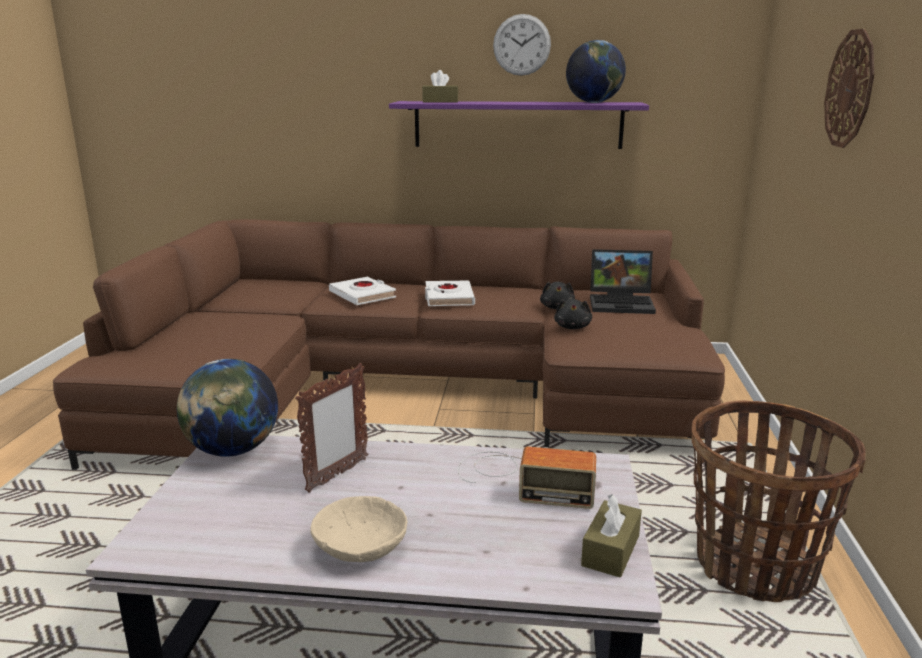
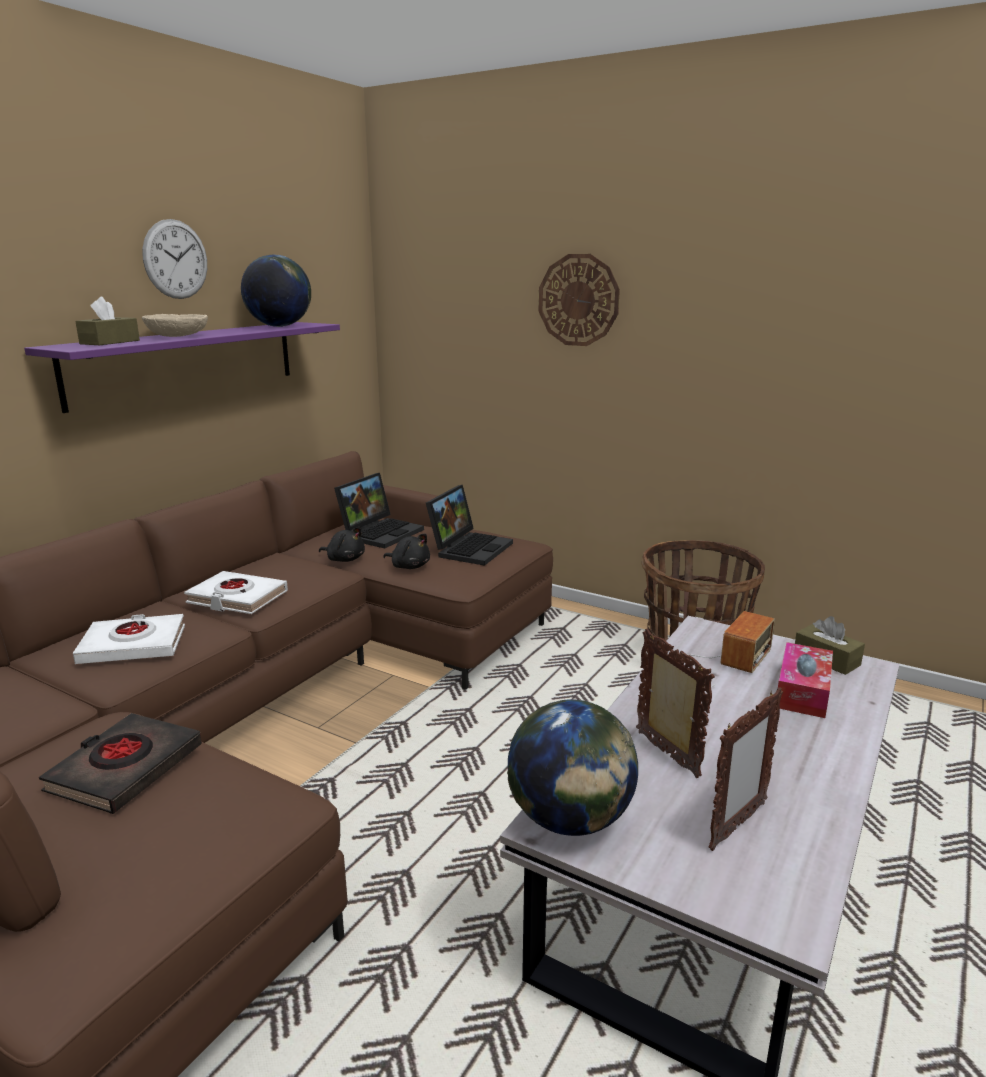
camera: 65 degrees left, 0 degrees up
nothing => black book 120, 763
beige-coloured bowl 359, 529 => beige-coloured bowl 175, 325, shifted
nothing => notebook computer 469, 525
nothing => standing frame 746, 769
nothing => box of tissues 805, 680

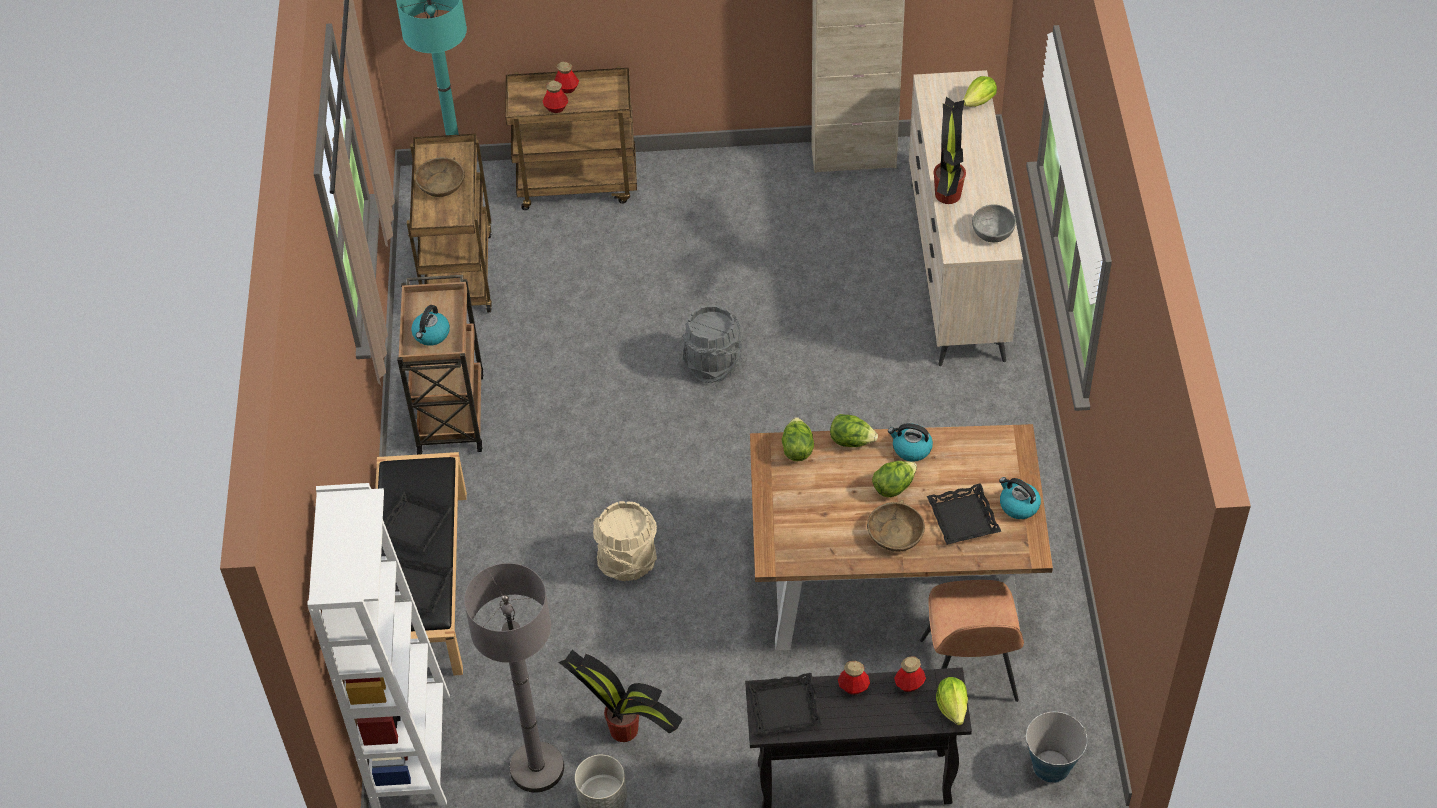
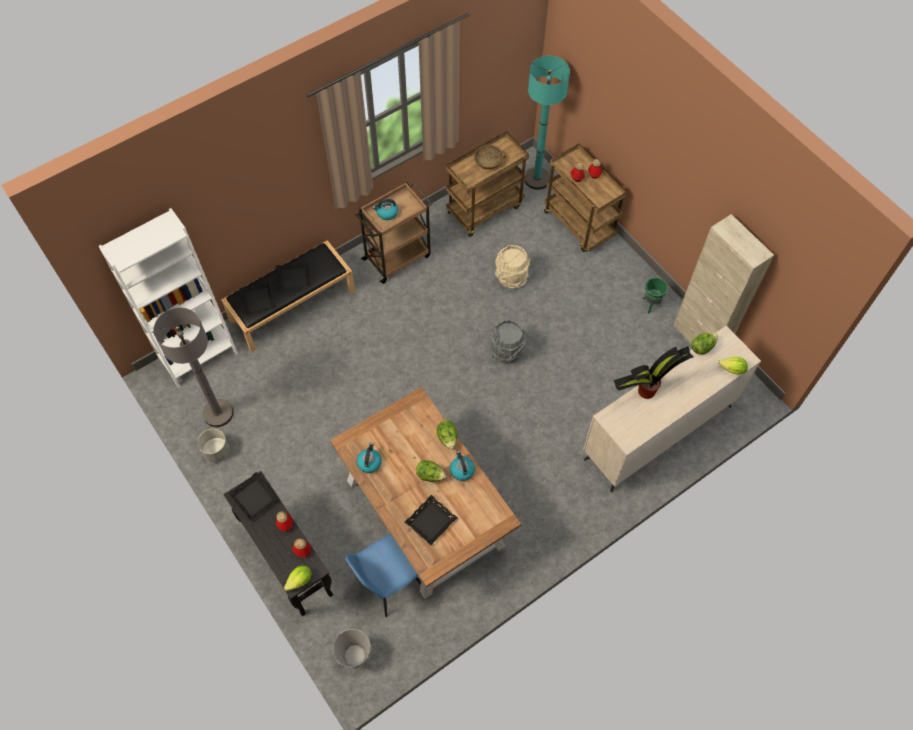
camera: 55 degrees right, 10 degrees up
brown upright chair 972, 641 => blue upright chair 383, 575
kettle 1020, 498 => kettle 369, 458, shifted
beige-coloured bucket 625, 541 => beige-coloured bucket 513, 267, shifted
nothing => greenish flower pot 655, 295
head of lettuce 798, 439 => head of lettuce 704, 344, shifted
potted plant 620, 696 => nothing
brown bowl 896, 526 => nothing
gray bowl 994, 223 => nothing

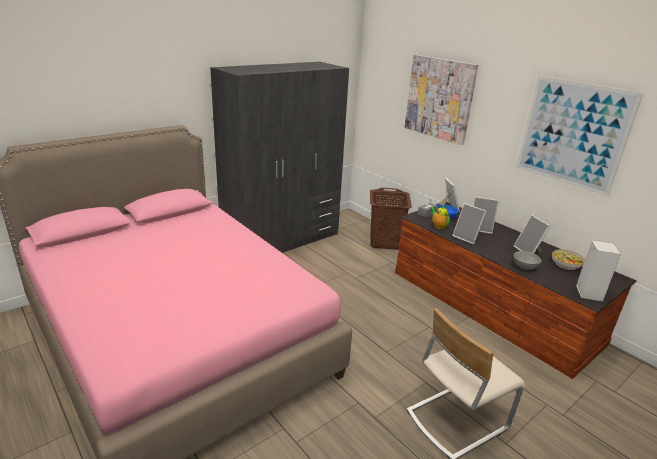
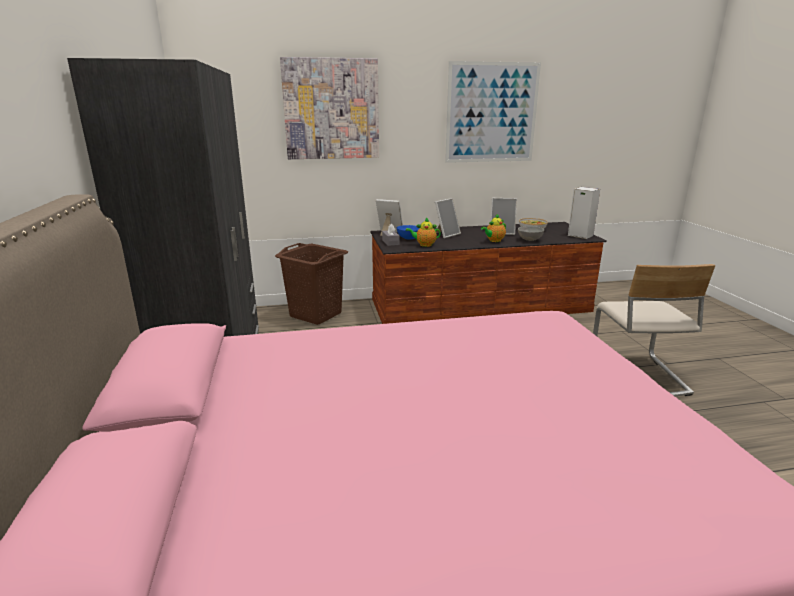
camera: 60 degrees left, 5 degrees down
nothing => pot for tea 493, 228
standing frame 469, 223 => nothing

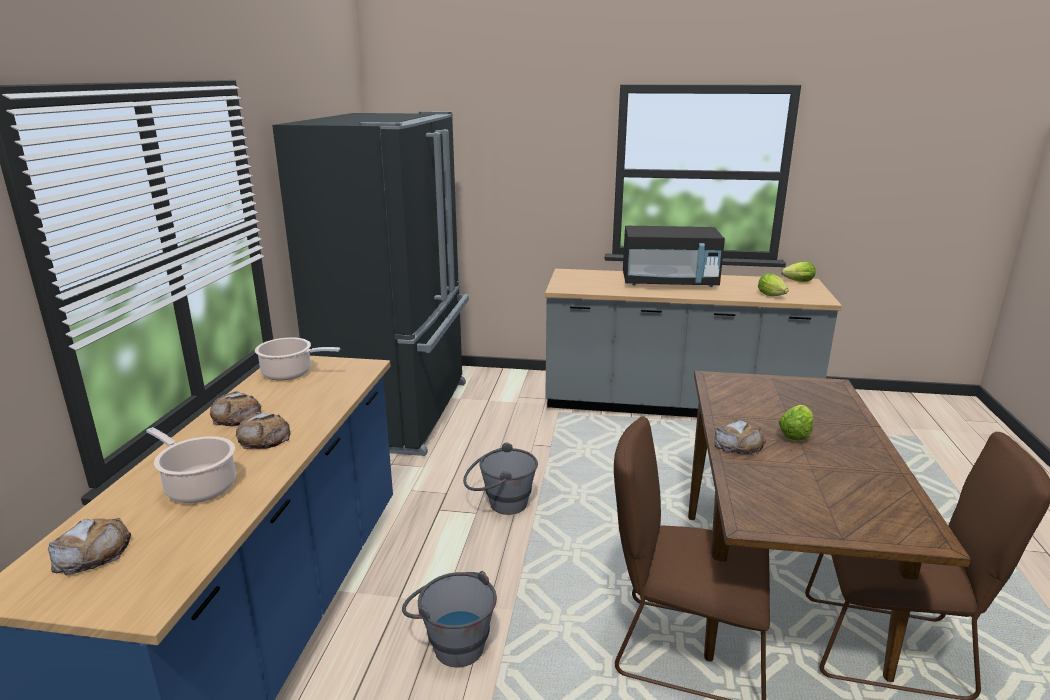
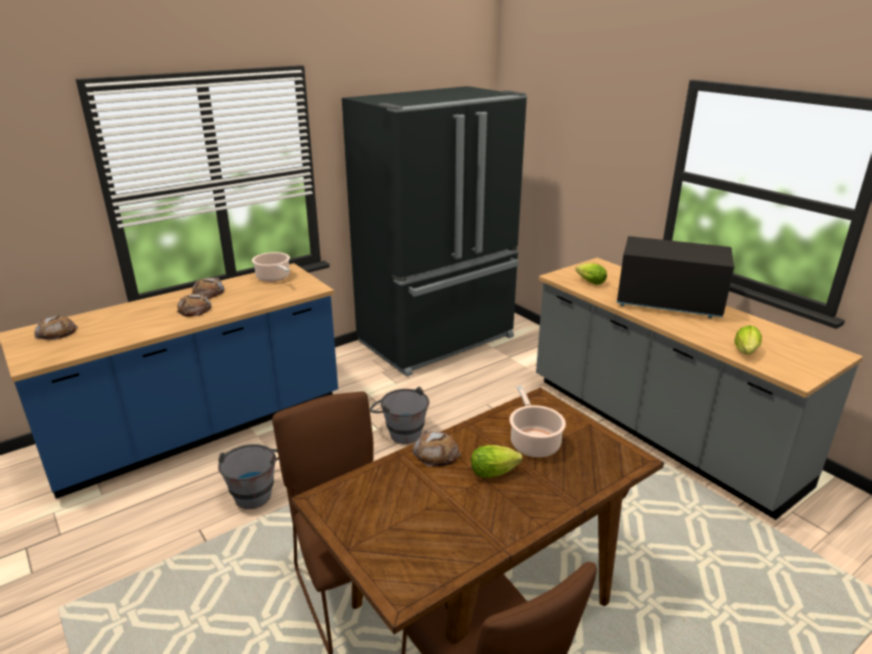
camera: 45 degrees right, 5 degrees up
cooking pot 191, 465 => cooking pot 538, 421, shifted
head of lettuce 798, 272 => head of lettuce 591, 274, shifted
black microwave 674, 256 => black microwave 675, 277, 150 degrees clockwise

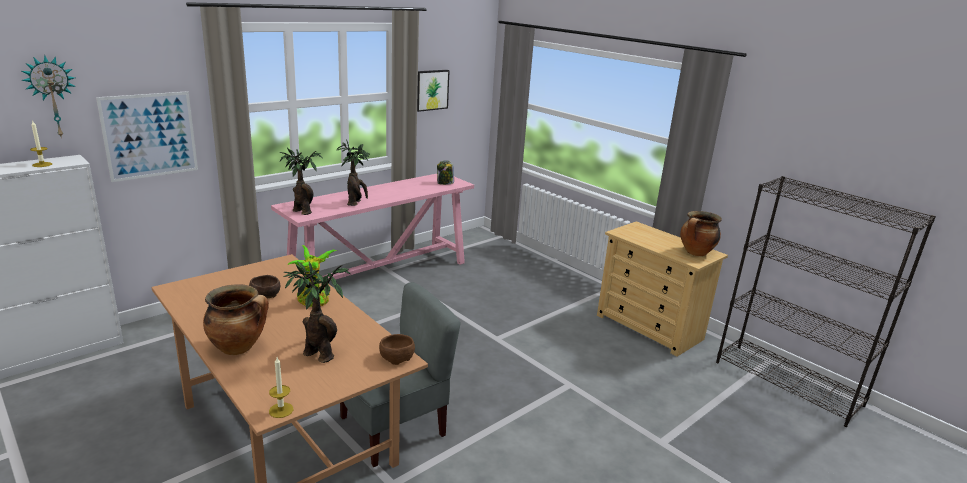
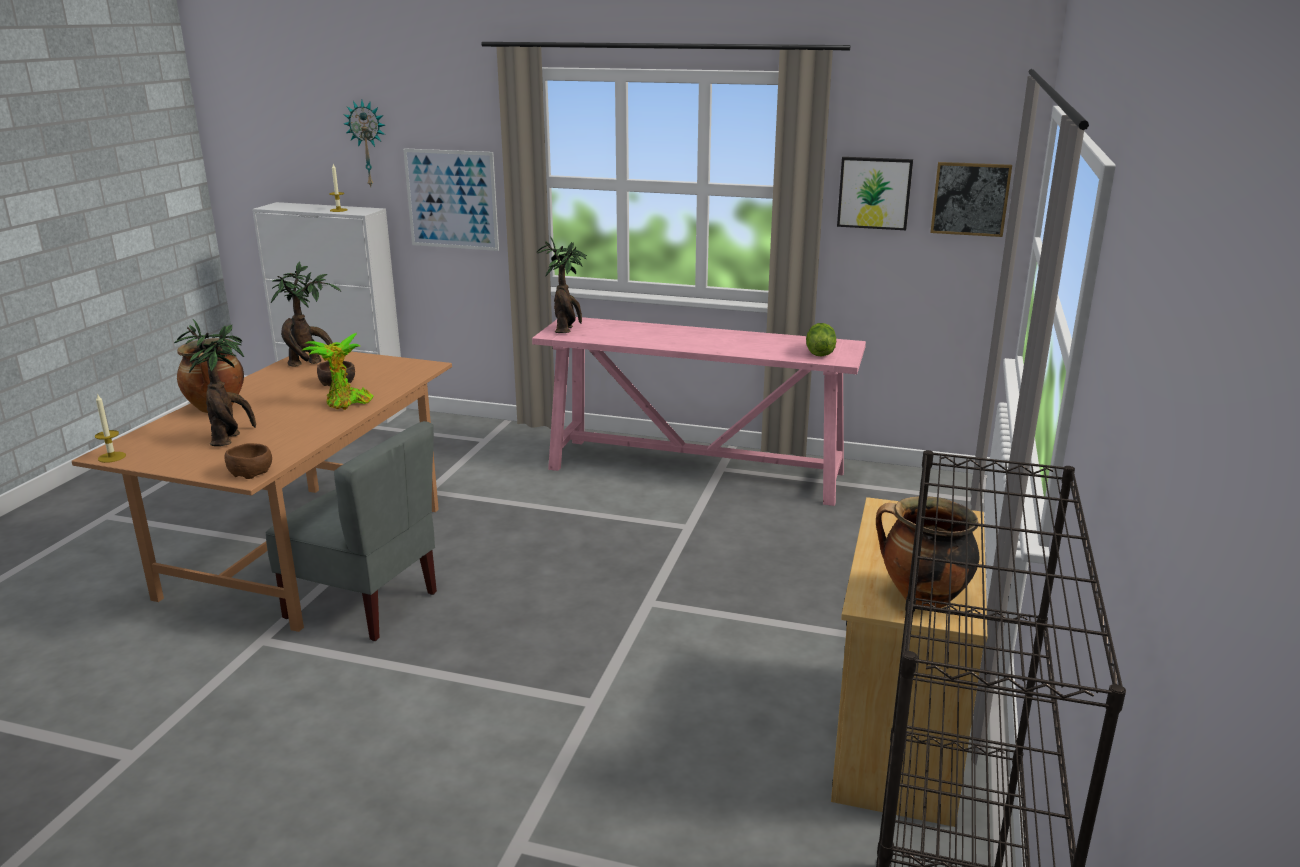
camera: 60 degrees right, 0 degrees up
potted plant 352, 173 => potted plant 306, 314, shifted
jar 445, 173 => head of lettuce 821, 339
nothing => picture 971, 199

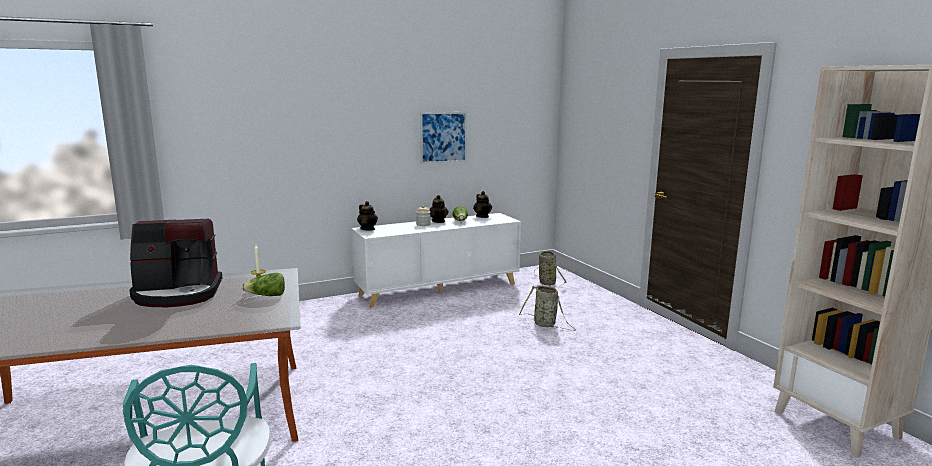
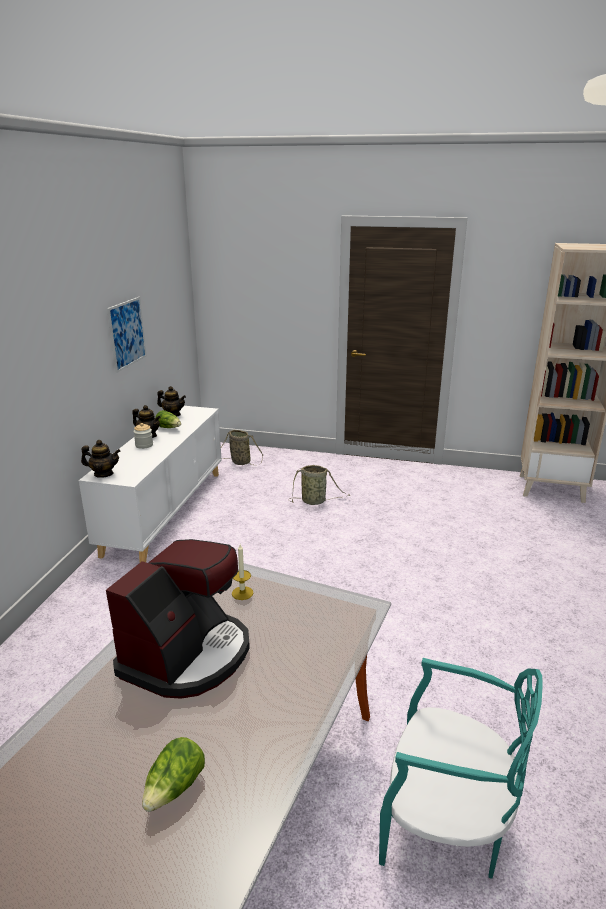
camera: 50 degrees left, 10 degrees up
head of lettuce 263, 284 => head of lettuce 173, 774, shifted

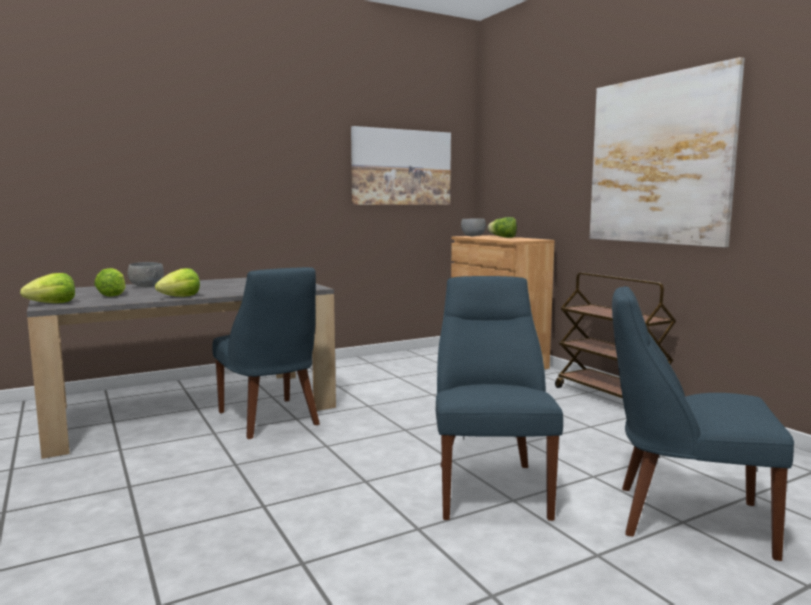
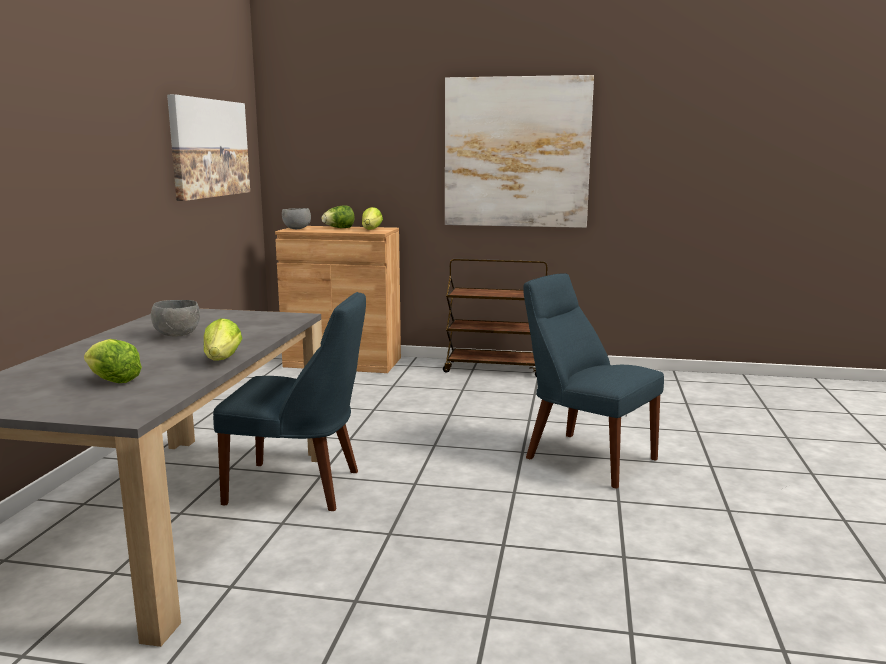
camera: 50 degrees left, 5 degrees up
gray bowl 146, 274 => gray bowl 175, 318, shifted
head of lettuce 47, 288 => head of lettuce 372, 218, shifted
blue upright chair 703, 423 => nothing

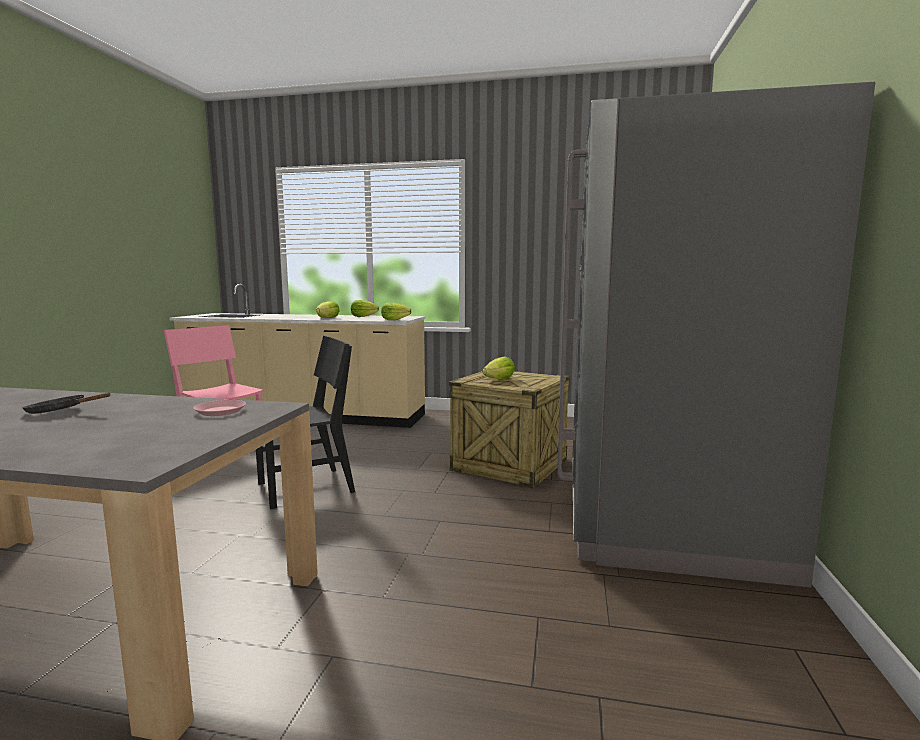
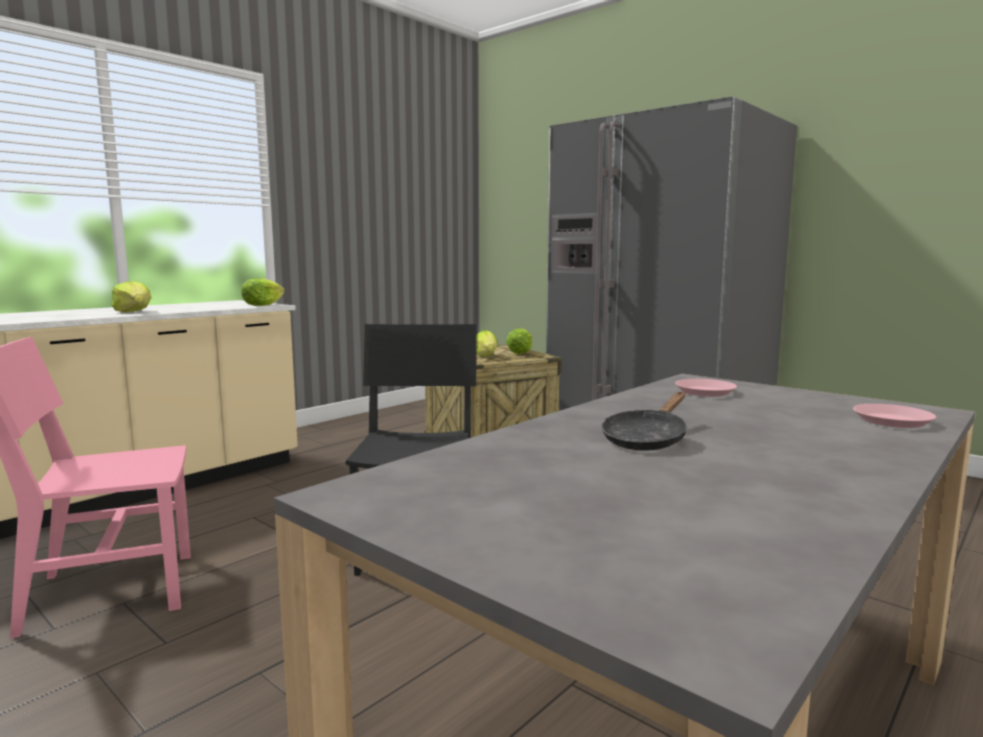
camera: 60 degrees left, 0 degrees up
head of lettuce 365, 308 => head of lettuce 519, 341, shifted
nothing => pink dinner plate 894, 416

